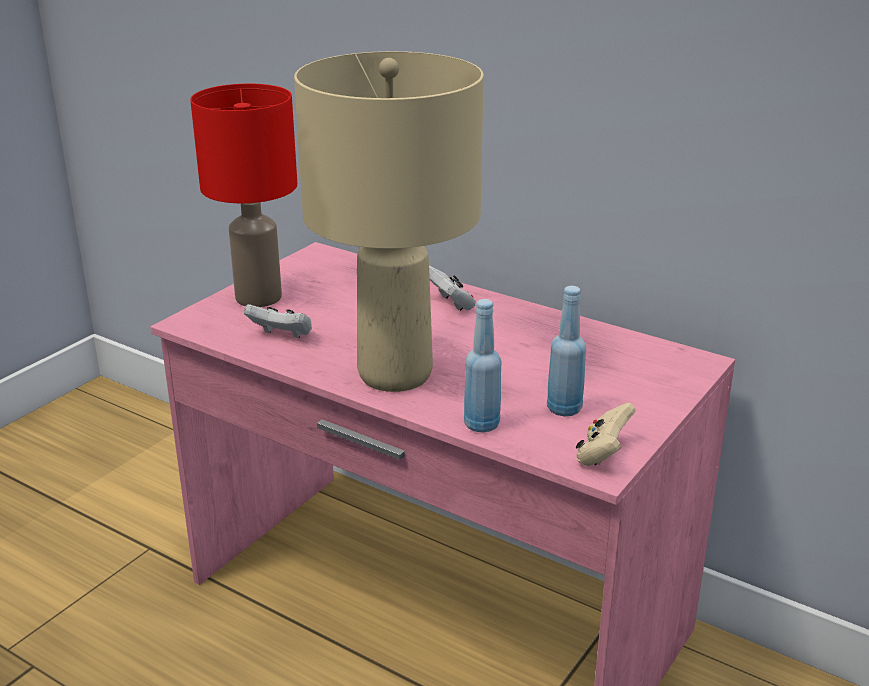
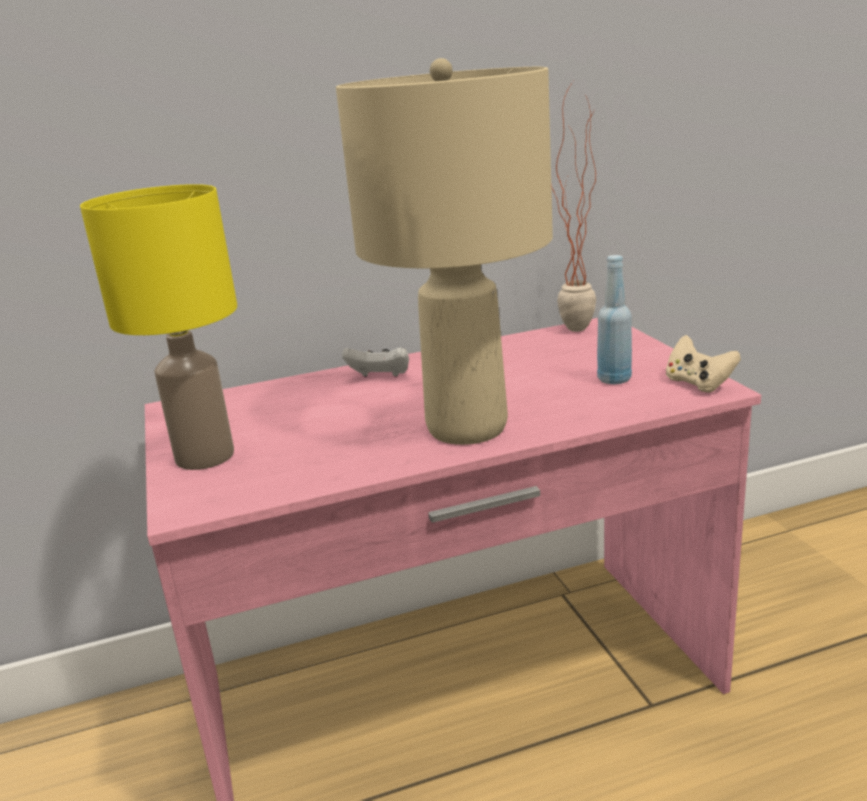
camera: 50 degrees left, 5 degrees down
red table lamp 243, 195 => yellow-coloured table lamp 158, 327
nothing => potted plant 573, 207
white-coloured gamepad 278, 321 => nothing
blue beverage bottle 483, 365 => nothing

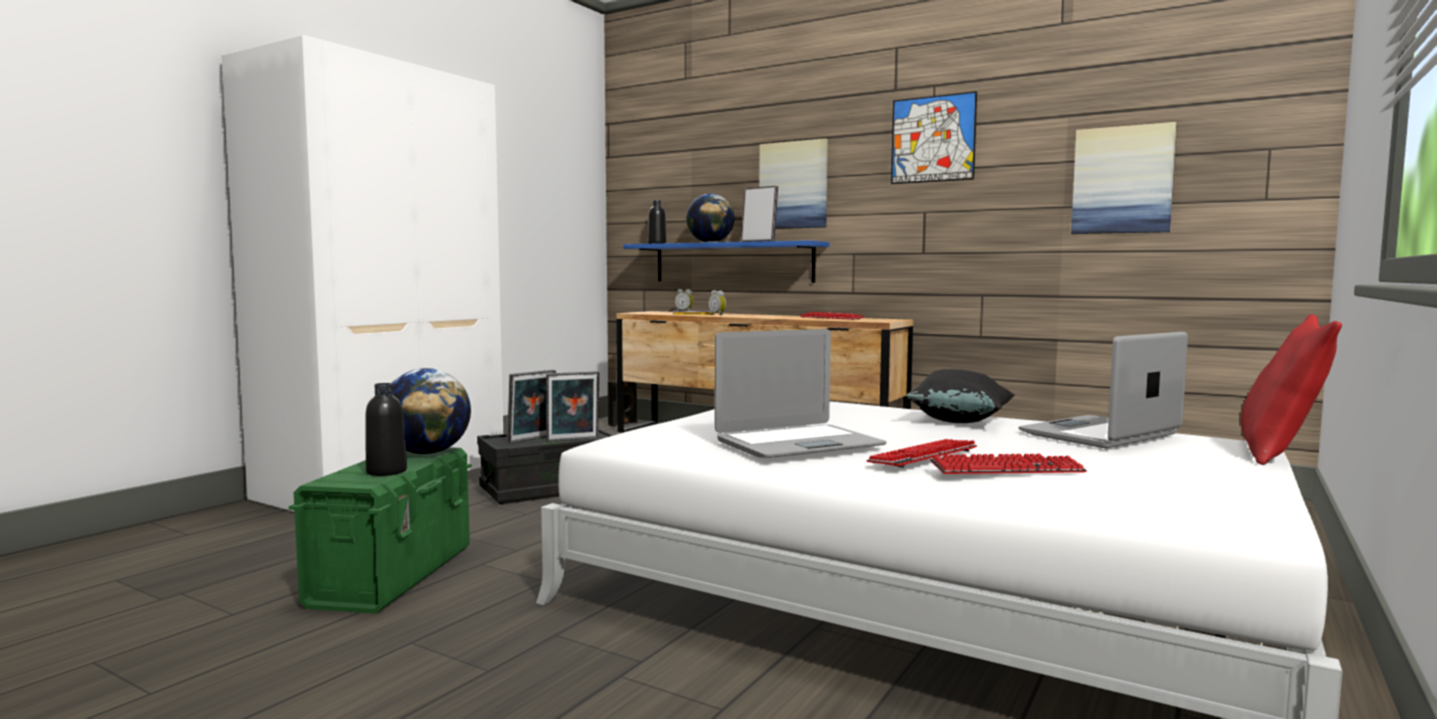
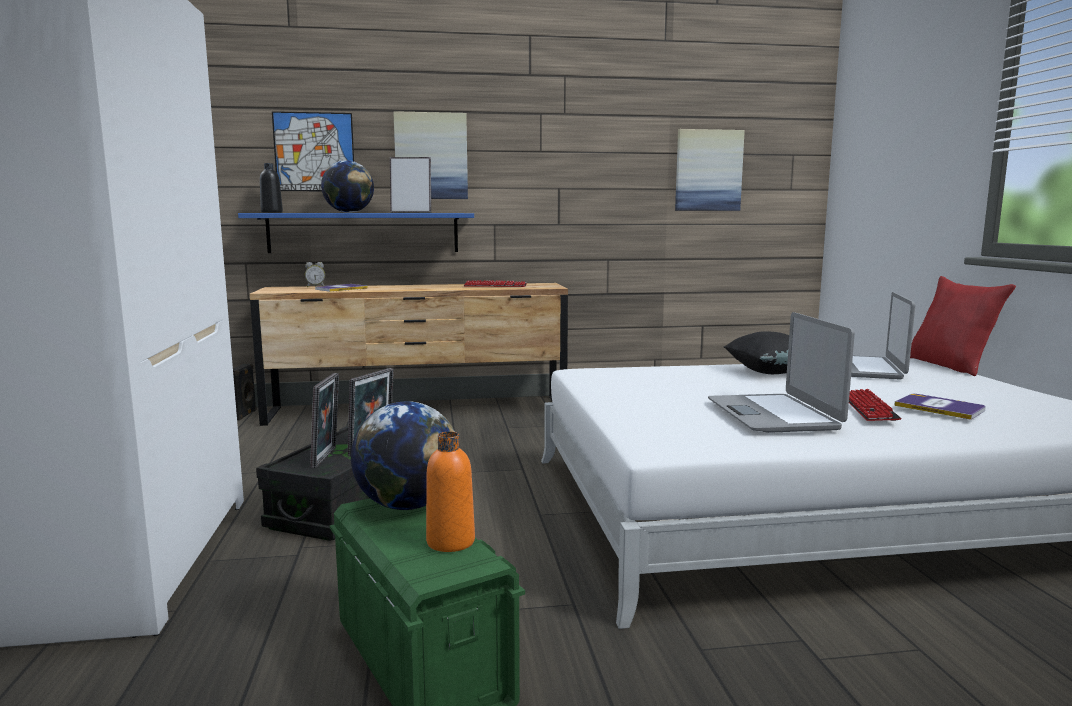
camera: 40 degrees left, 5 degrees up
picture 934, 137 => picture 313, 151, shifted
black beverage bottle 386, 429 => orange-coloured beverage bottle 450, 492
notebook computer 800, 393 => notebook computer 781, 372, 150 degrees clockwise
keyboard 1008, 464 => book 940, 407
alarm clock 717, 303 => nothing

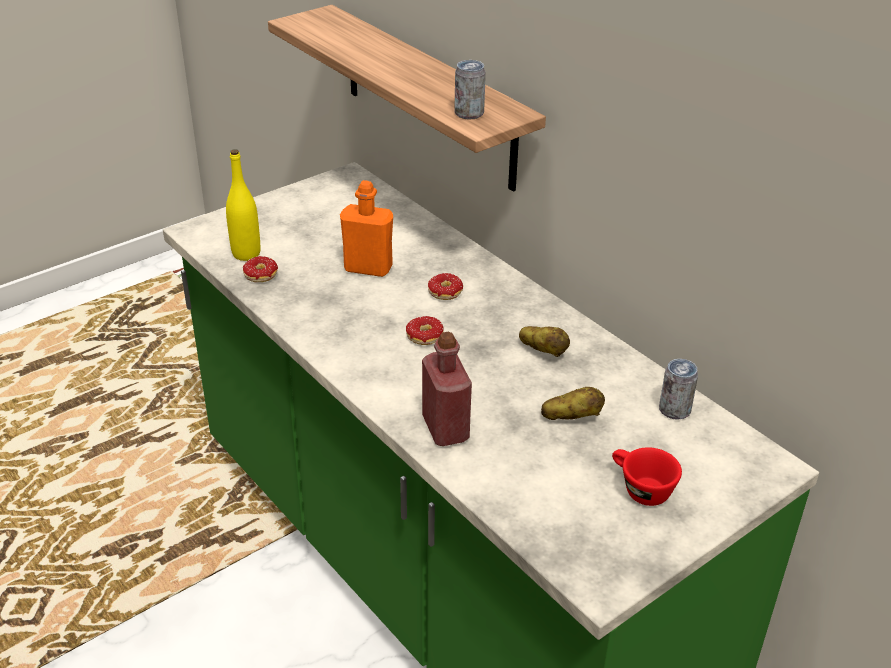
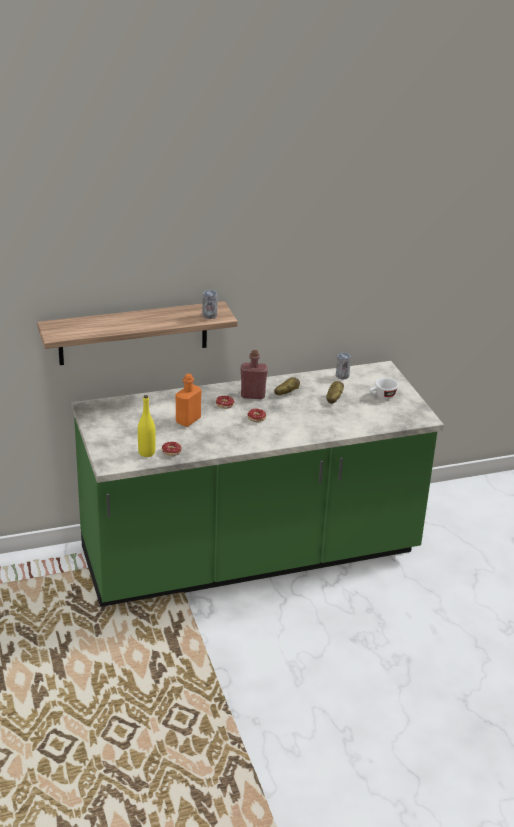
camera: 70 degrees left, 5 degrees down
red beverage bottle 447, 388 => red beverage bottle 254, 374, shifted
red small cup 647, 476 => white-coloured small cup 384, 388

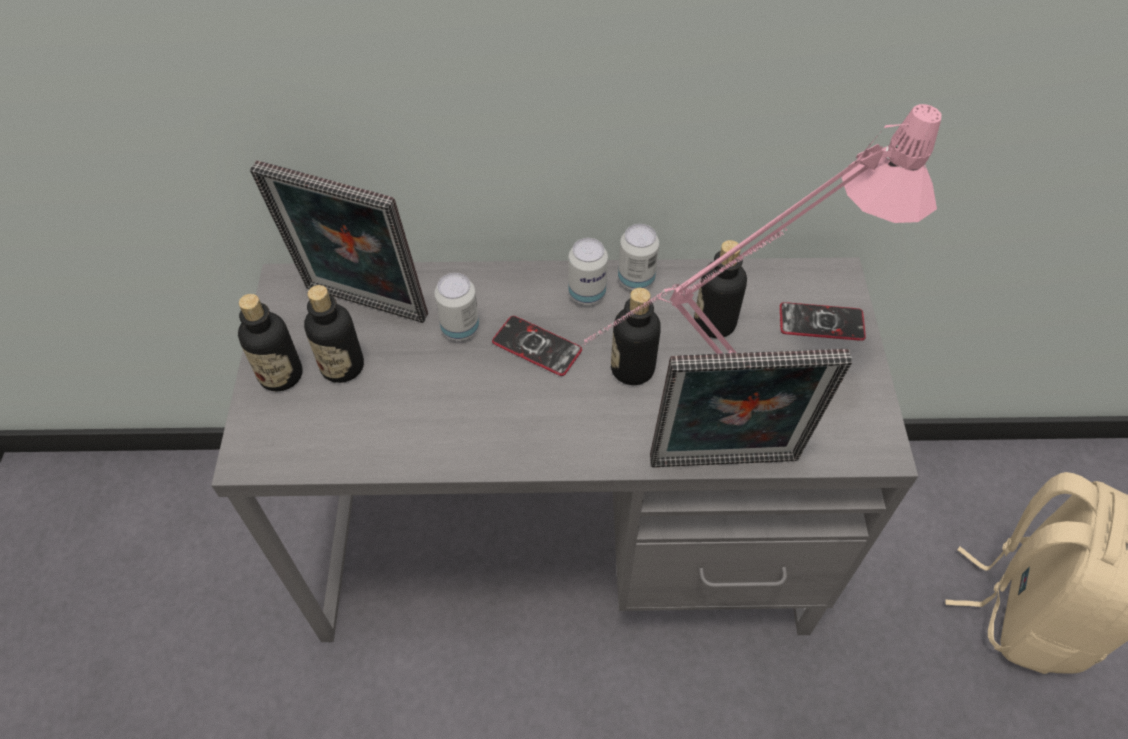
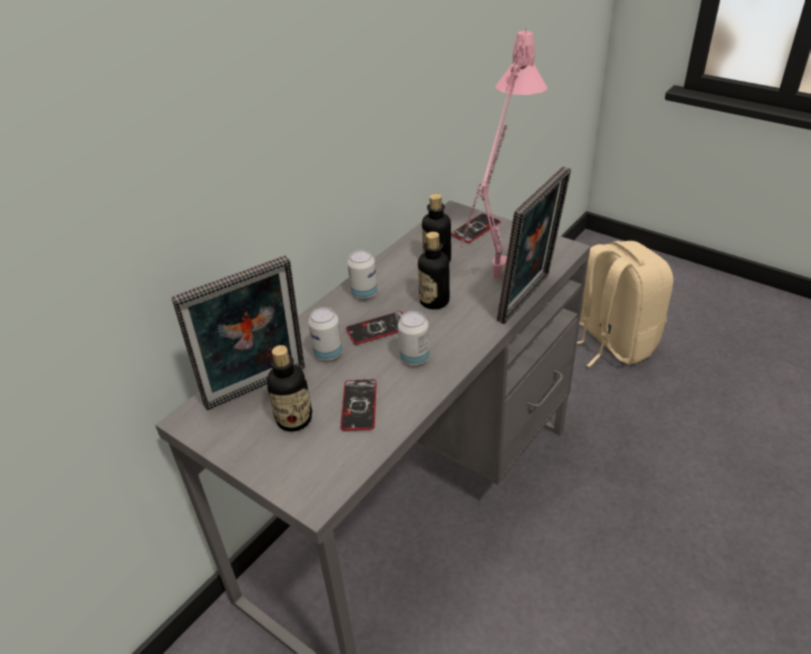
camera: 50 degrees left, 15 degrees down
nothing => phone 359, 405
metal can 638, 257 => metal can 414, 338, shifted
beverage bottle 270, 343 => nothing

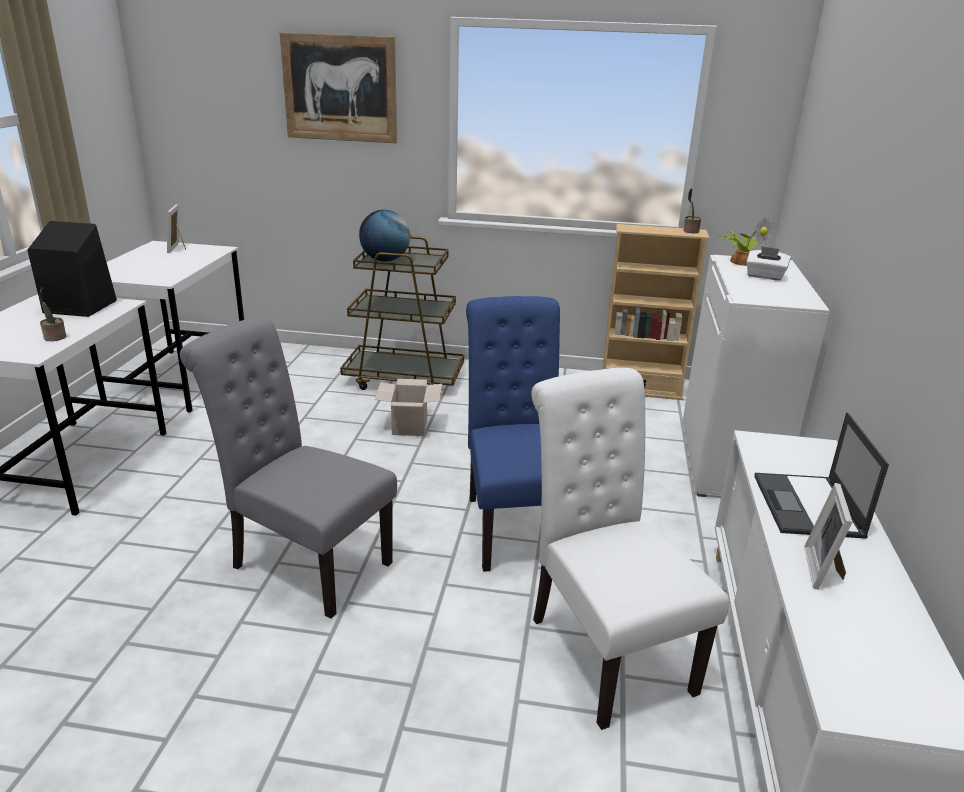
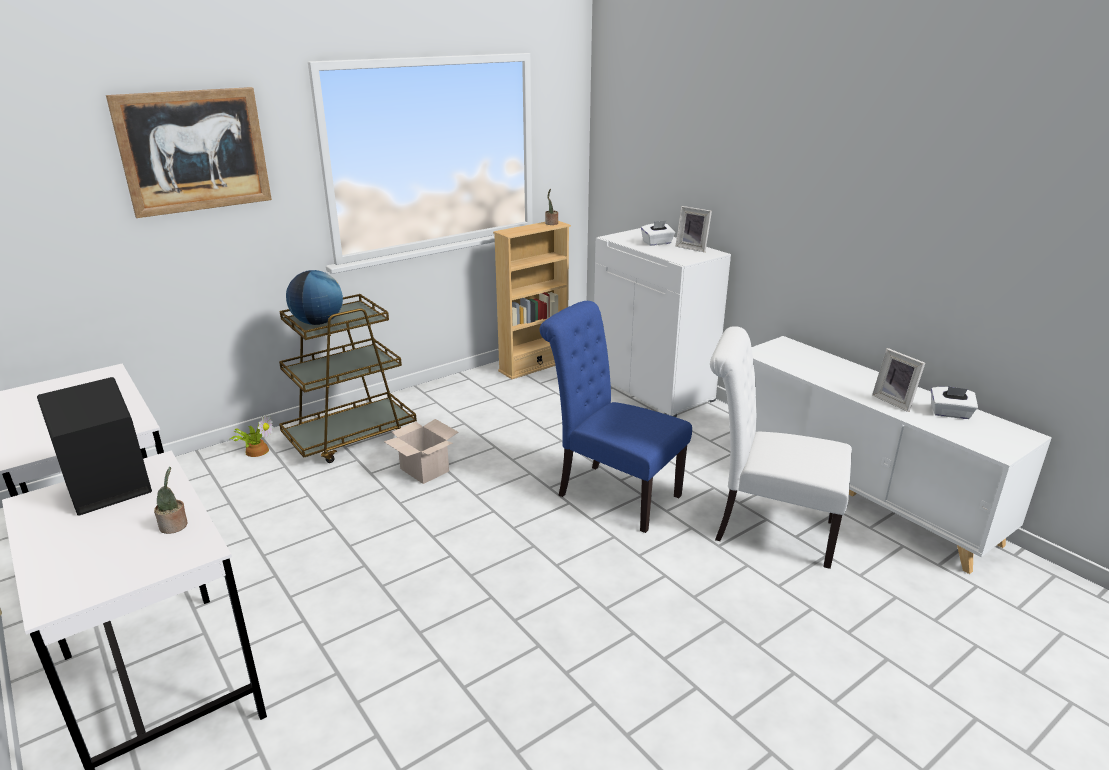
camera: 45 degrees left, 0 degrees up
potted plant 746, 241 => potted plant 251, 436, shifted
standing frame 176, 228 => standing frame 693, 229, shifted
nothing => white-coloured box of tissues 954, 402
gray upright chair 288, 467 => nothing
notebook computer 821, 475 => nothing

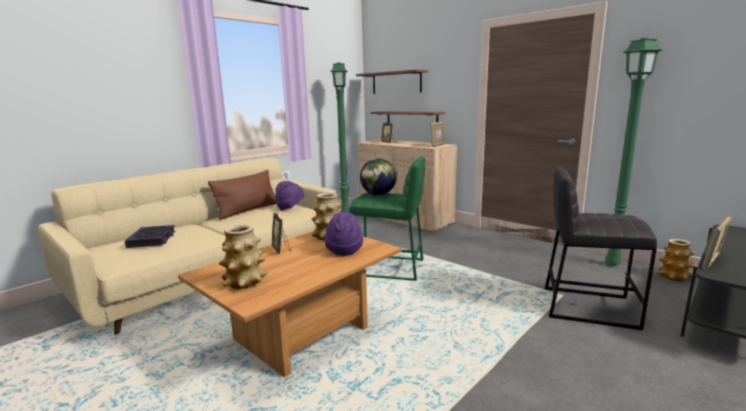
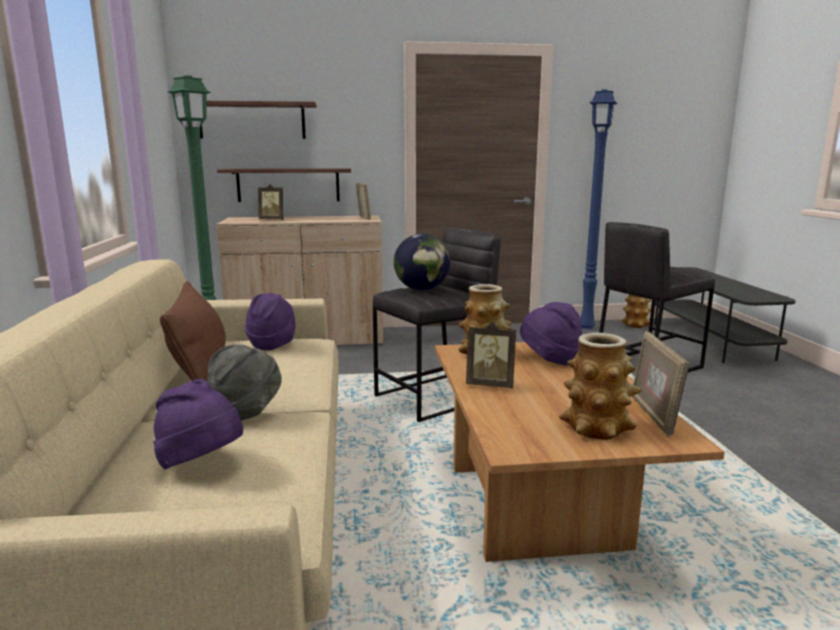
camera: 50 degrees left, 0 degrees up
book 150, 236 => purplish clothing hat 198, 424
nothing => gray clothing hat 244, 383
greenish sitting stool 387, 219 => gray sitting stool 437, 324
greenish floor lamp 633, 152 => blue floor lamp 599, 209
standing frame 717, 242 => standing frame 661, 384, shifted

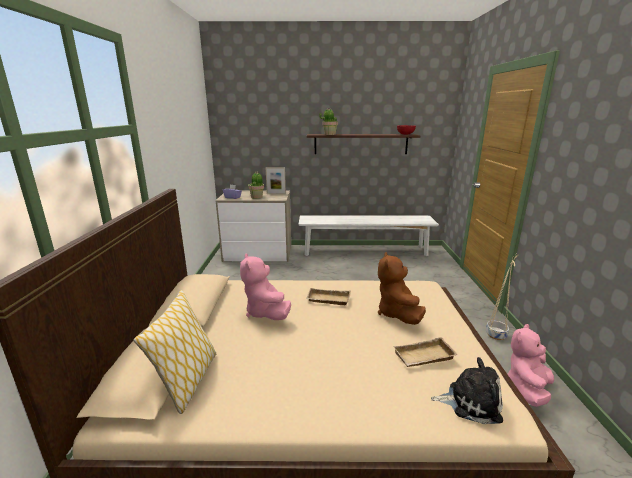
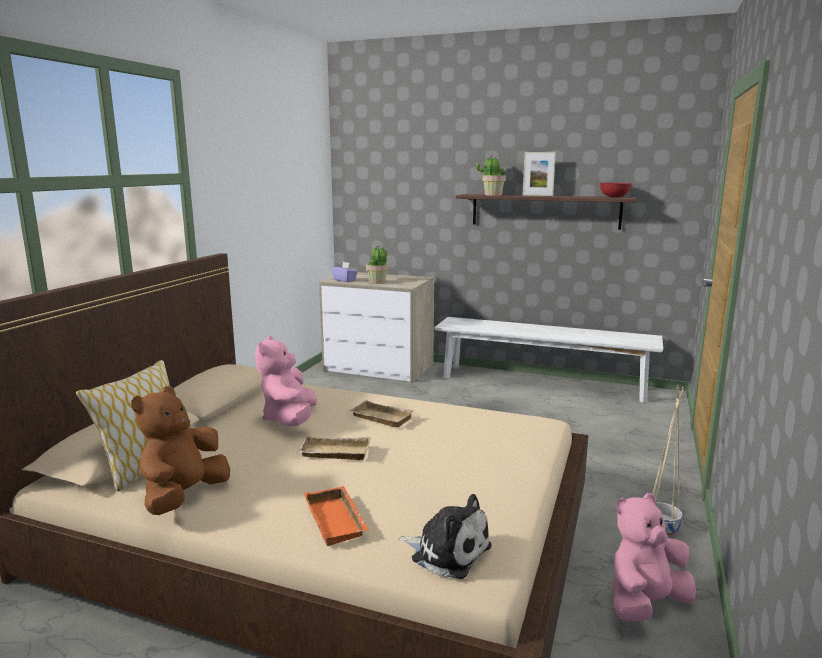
camera: 20 degrees right, 5 degrees down
brown plush toy 402, 288 => brown plush toy 180, 450, shifted
beige-coloured carrying tray 425, 352 => beige-coloured carrying tray 334, 448, shifted
nothing => orange-coloured carrying tray 336, 516
standing frame 276, 181 => standing frame 539, 174, shifted

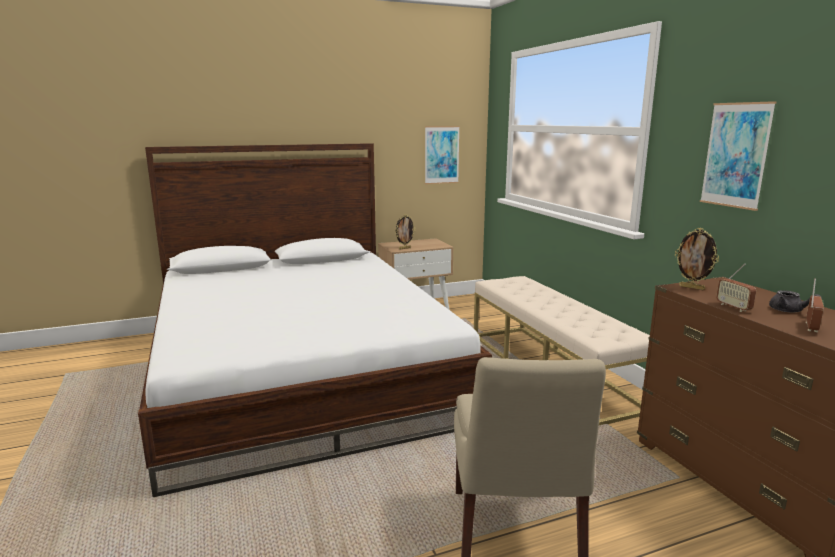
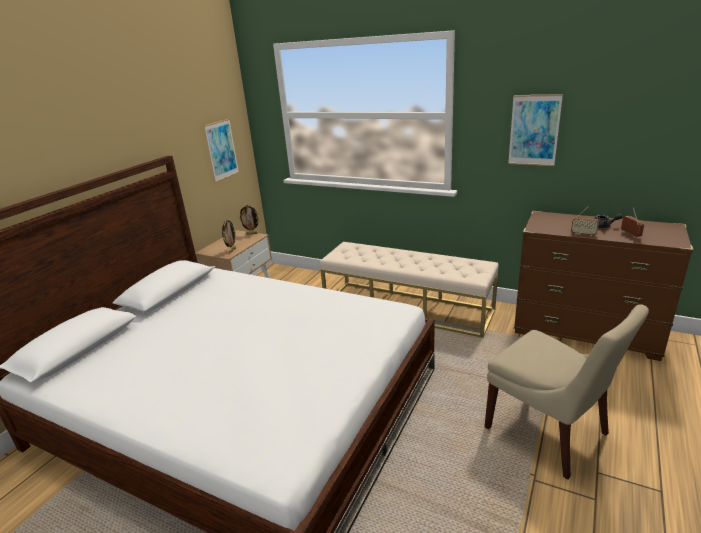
camera: 40 degrees left, 10 degrees up
standing frame 697, 259 => standing frame 249, 219, shifted

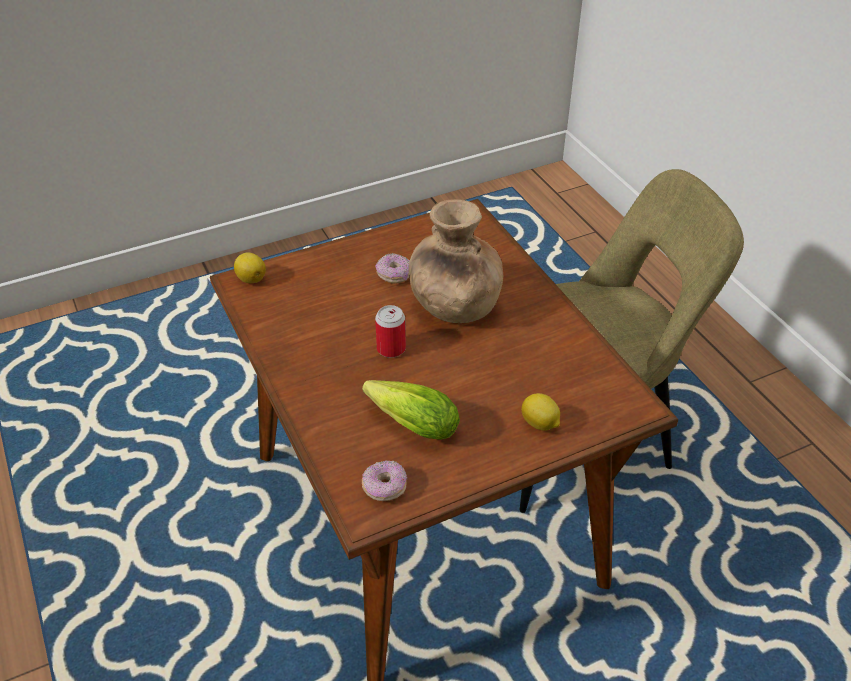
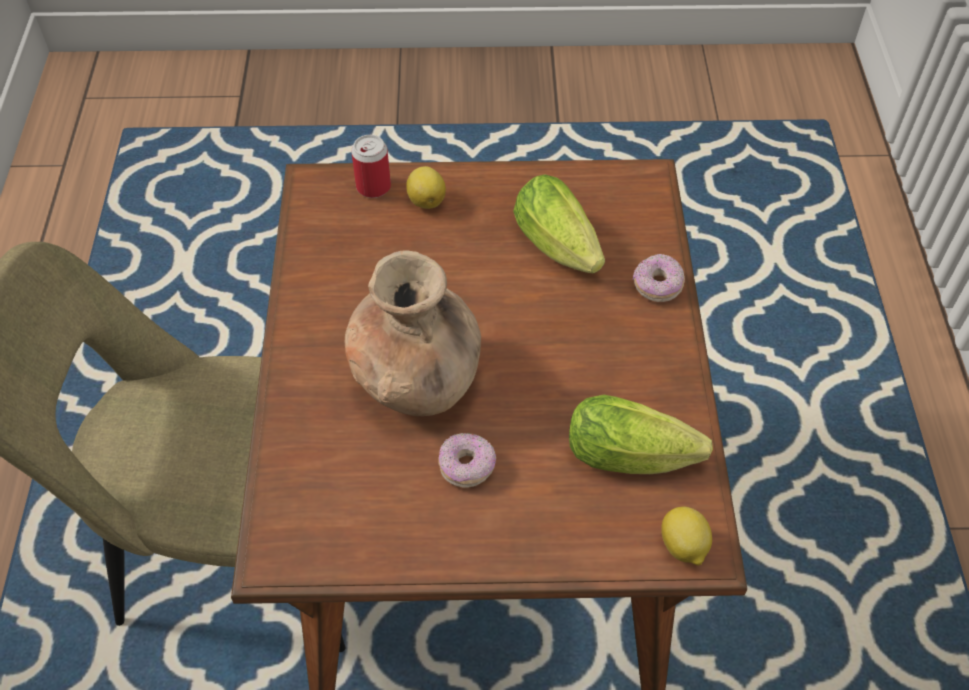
camera: 155 degrees left, 10 degrees up
metal can 390, 331 => metal can 371, 166, shifted
nothing => head of lettuce 641, 434
doughnut 384, 480 => doughnut 659, 278, shifted

